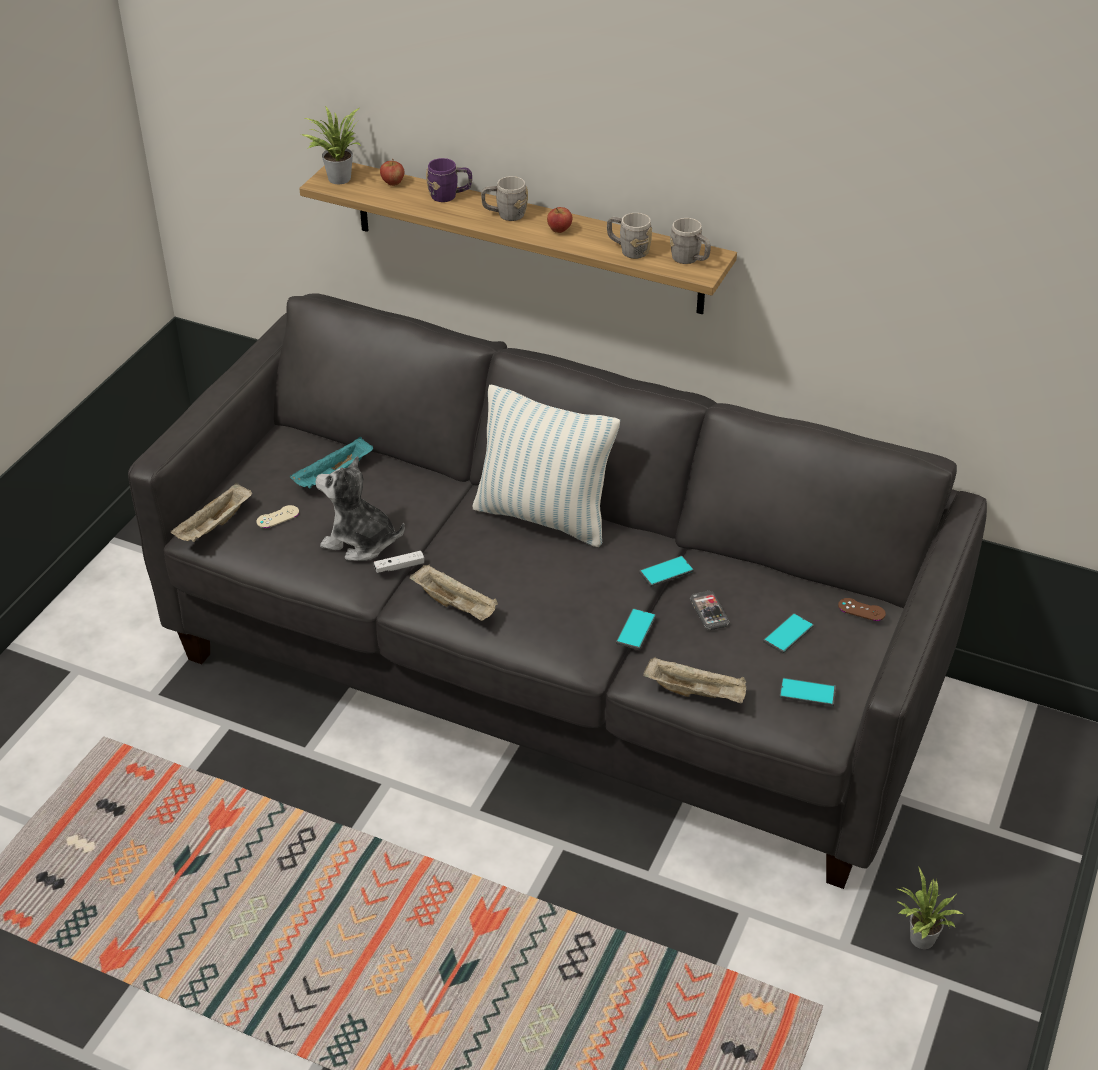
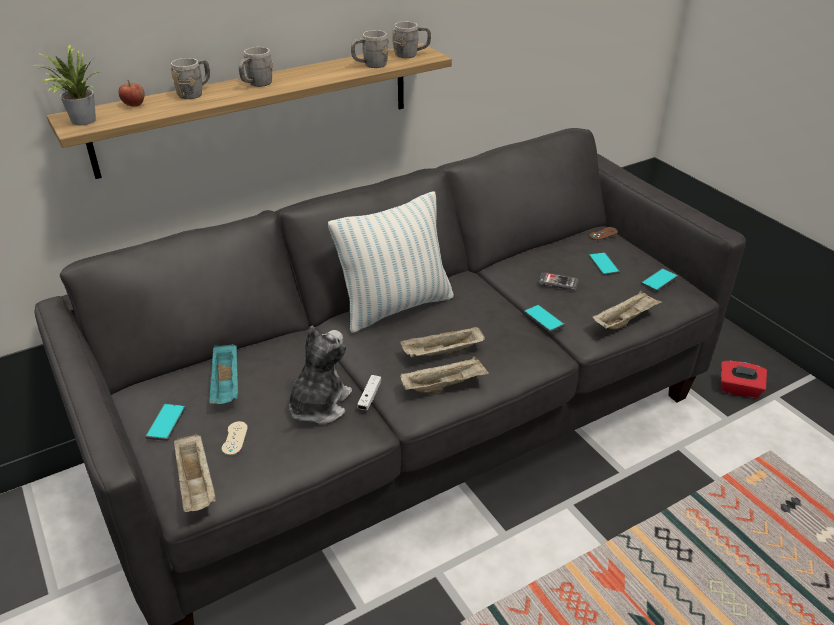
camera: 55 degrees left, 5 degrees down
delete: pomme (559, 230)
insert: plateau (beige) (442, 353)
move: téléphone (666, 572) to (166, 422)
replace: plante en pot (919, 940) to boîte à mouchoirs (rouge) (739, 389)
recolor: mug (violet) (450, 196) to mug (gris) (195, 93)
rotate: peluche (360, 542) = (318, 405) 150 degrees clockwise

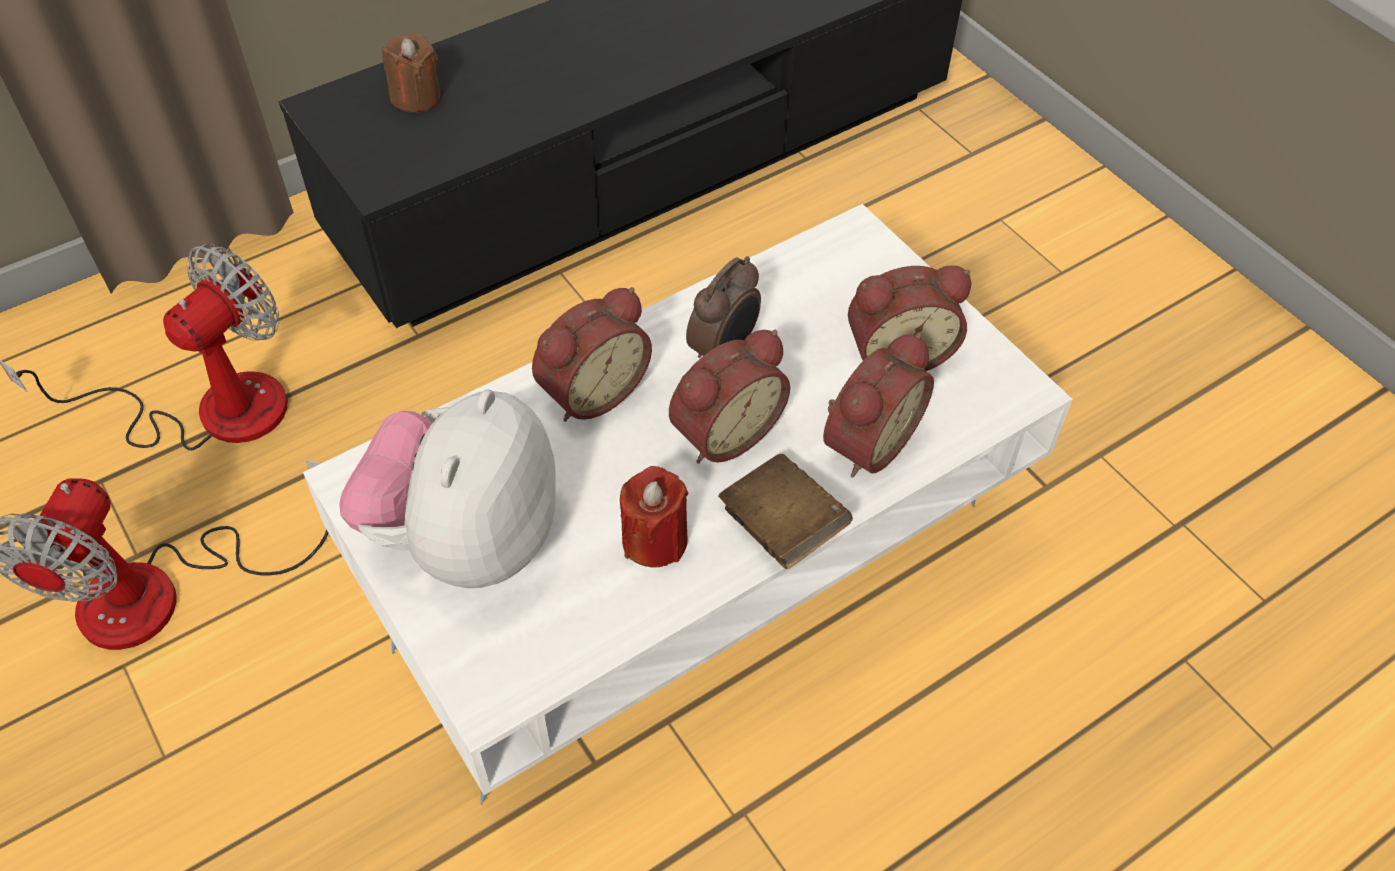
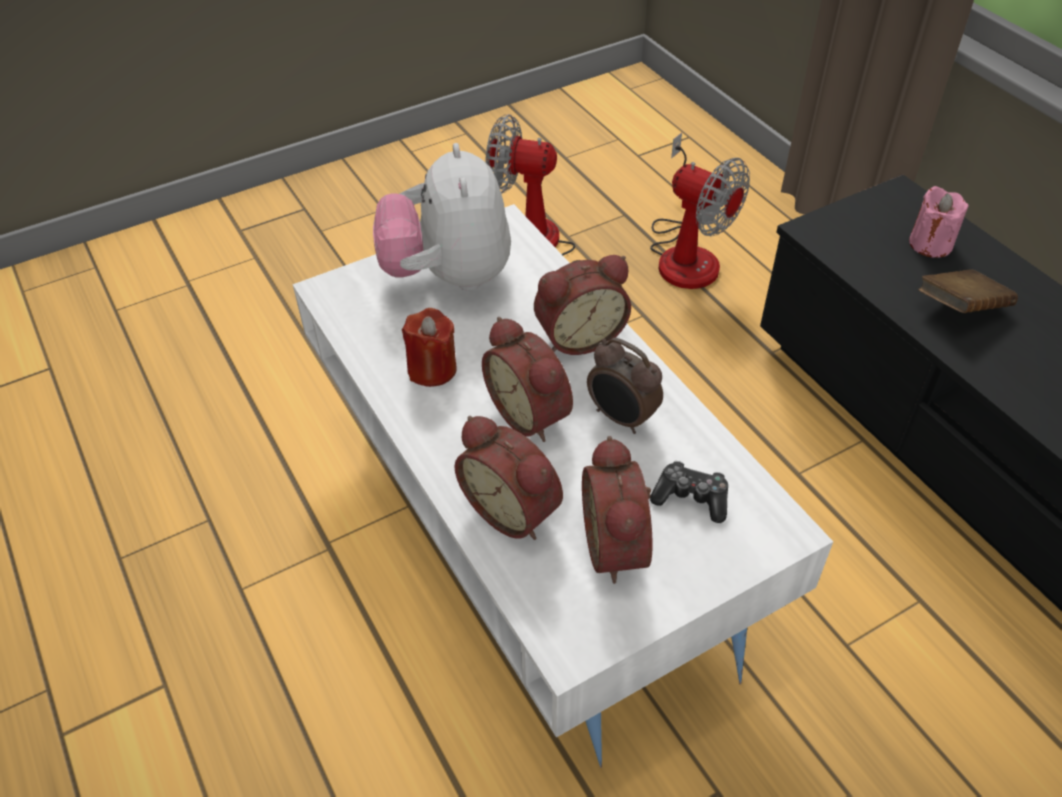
camera: 95 degrees right, 5 degrees down
insert: manette (691, 498)
move: livre (marron) (781, 527) to (960, 308)
recolor: bougie (marron) (416, 97) to bougie (rose) (930, 244)
rotate: peluche (466, 539) = (448, 276) 120 degrees counterclockwise; réveil (590, 390) = (578, 336) 75 degrees counterclockwise

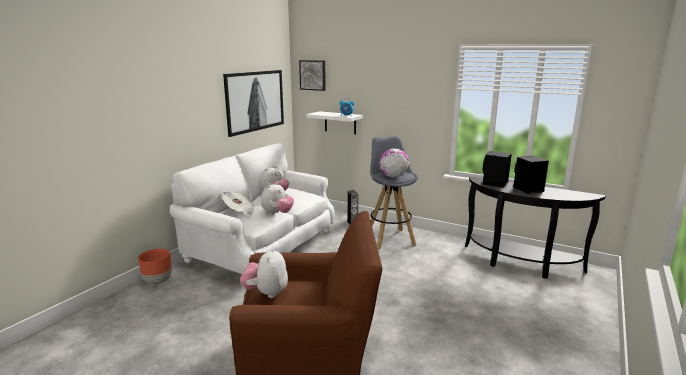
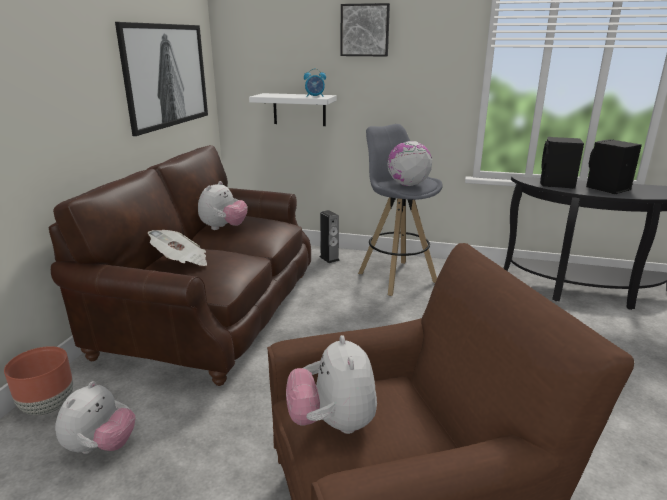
camera: 15 degrees left, 5 degrees up
move: peluche (277, 213) to (101, 446); tableau (313, 75) to (365, 30)
recolor: canapé (blanc) (263, 246) to canapé (marron) (212, 312)

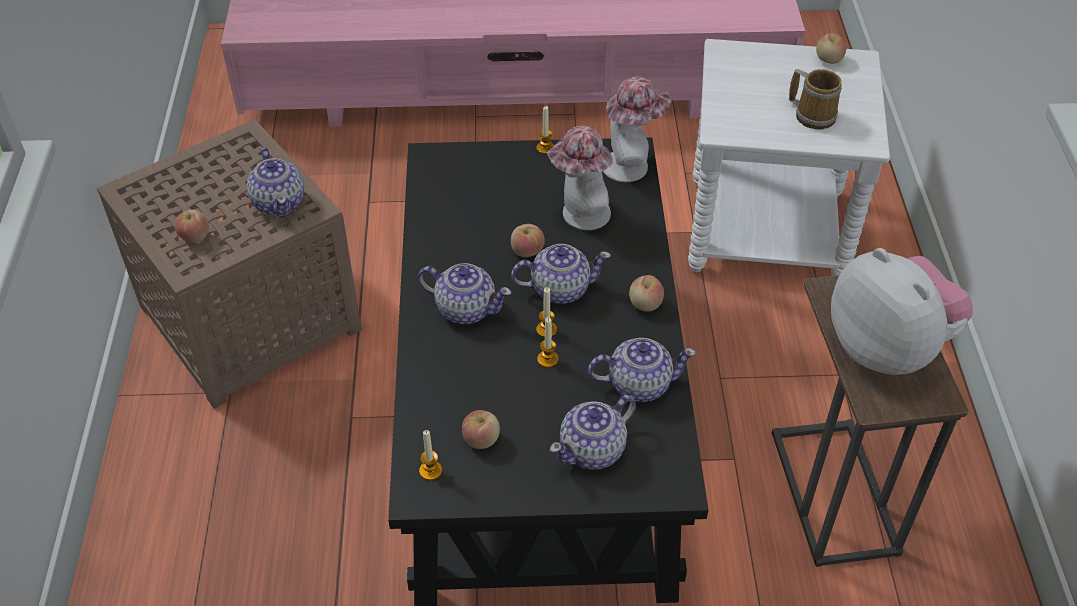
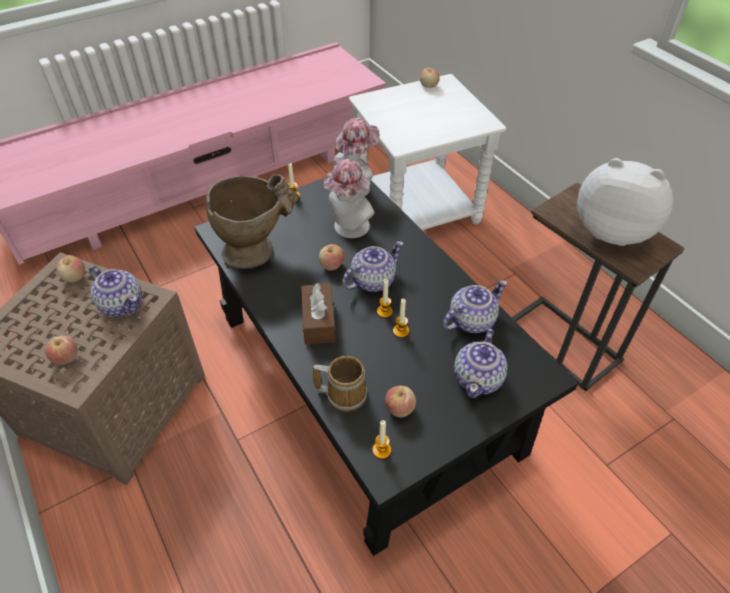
camera: 30 degrees left, 0 degrees up
insert: vase (beige) (257, 249)
move: pomme (645, 304) to (75, 277); mug (813, 114) to (344, 394)
replace: théière (465, 308) to boîte à mouchoirs (marron) (318, 321)

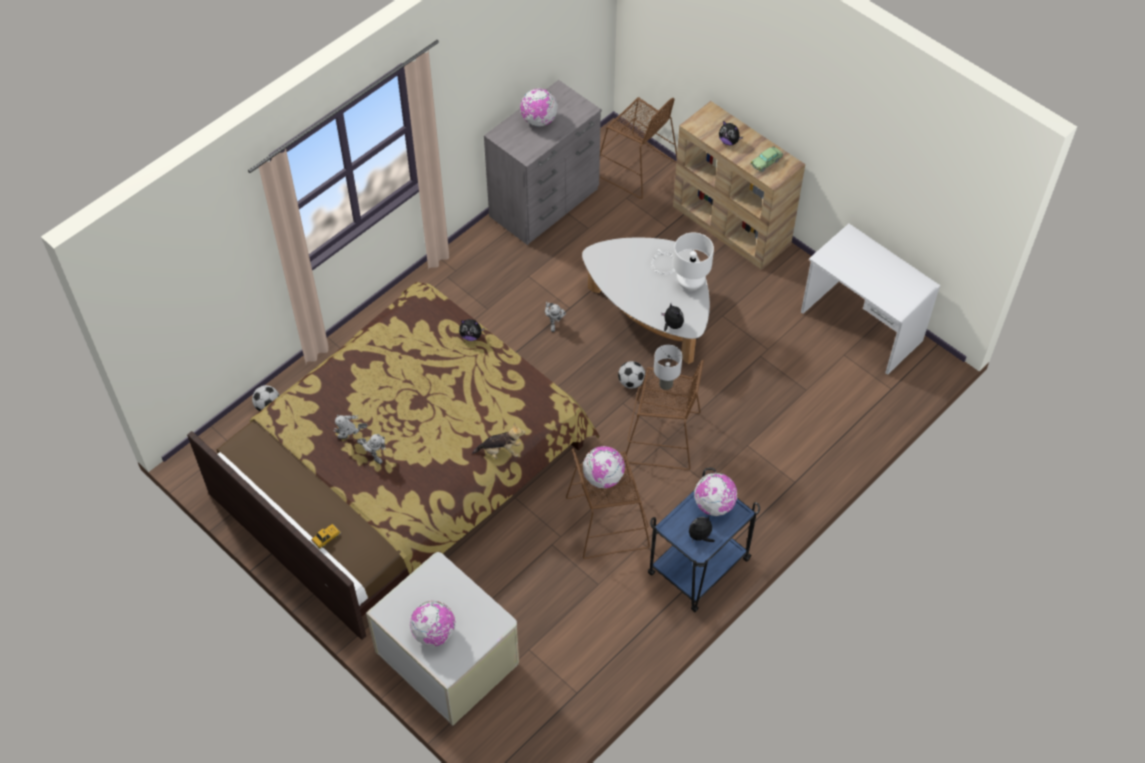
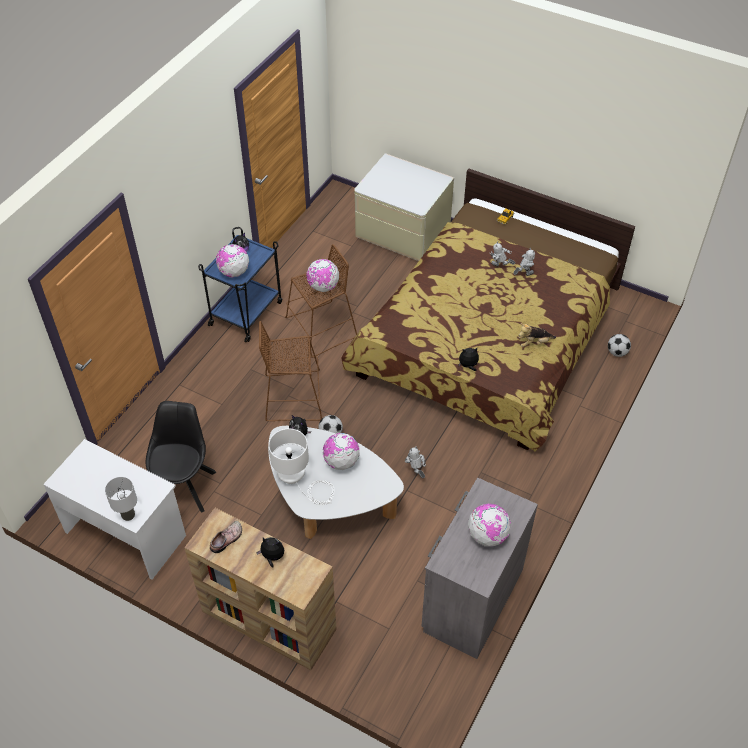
camera: 165 degrees right, 5 degrees down
delete: tabouret (marron) (635, 167)
insert: chaise (noir) (184, 486)
move: globe (434, 633) to (341, 462); peluche (500, 451) to (534, 343); lampe de table (blanc) (666, 384) to (128, 516)
replace: petite voiture (766, 162) to chaussure (227, 539)

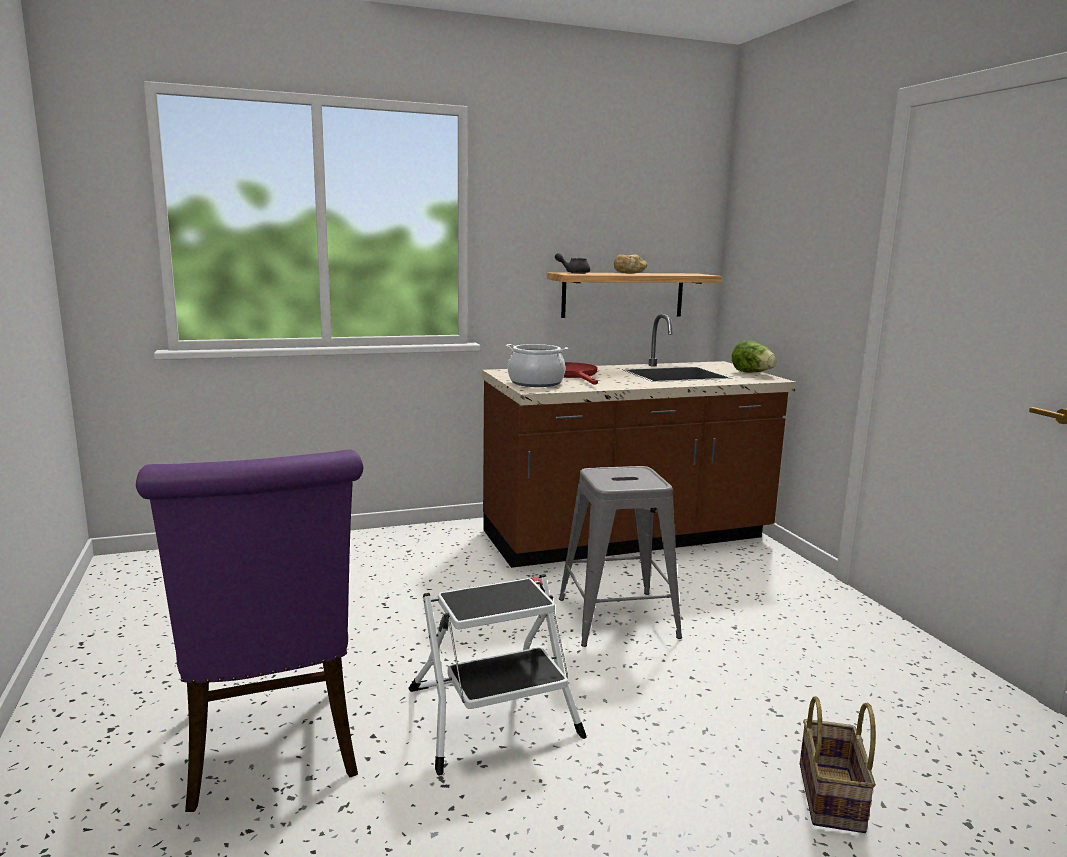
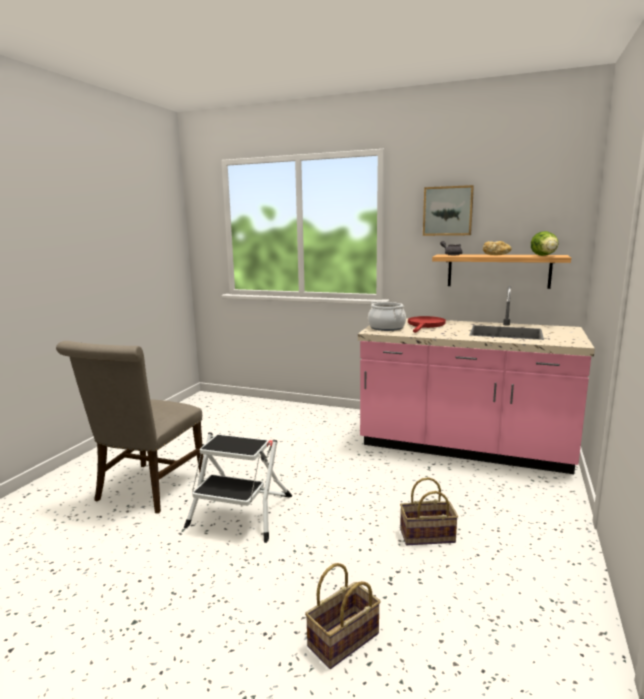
camera: 40 degrees right, 0 degrees up
delete: tabouret (gris) (617, 617)
insert: panier (426, 537); tableau (448, 211)
move: laitue (752, 373) to (545, 255)
recolor: chaise (violet) (272, 750) to chaise (beige) (147, 490); comptoir de cuisine (marron) (627, 537) to comptoir de cuisine (rose) (464, 447)

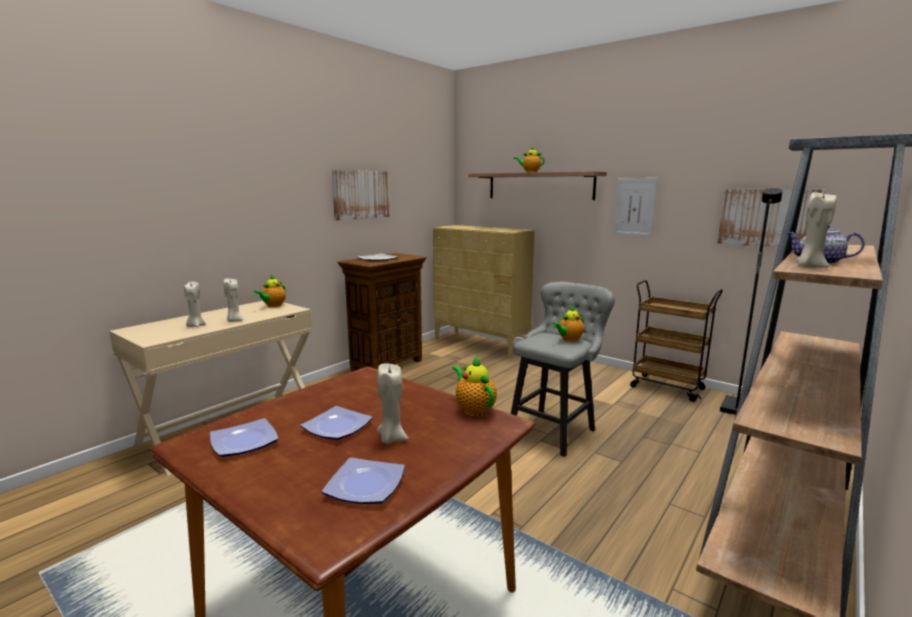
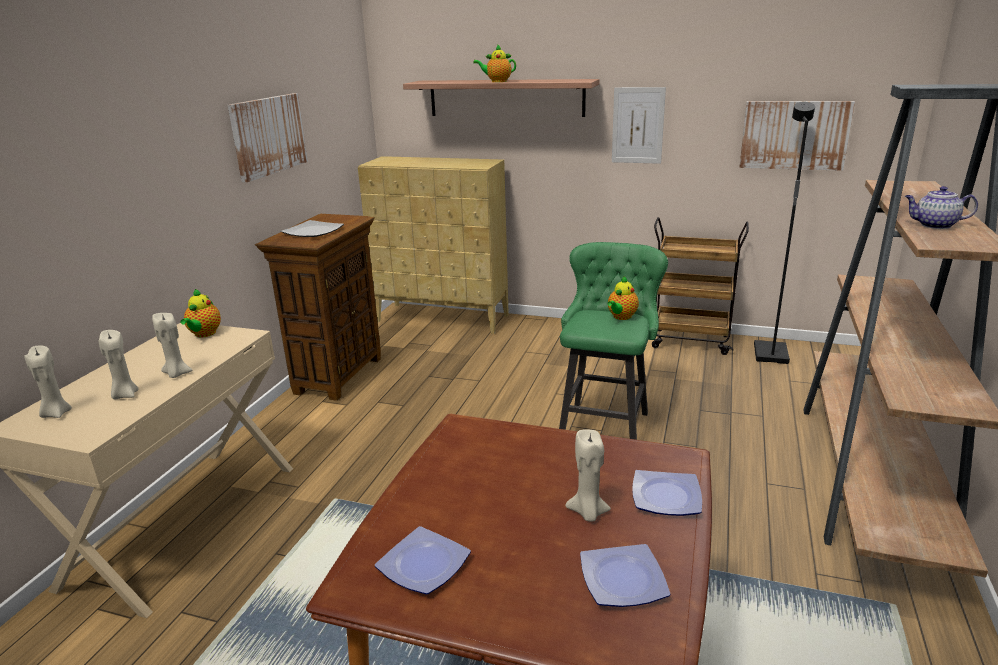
camera: 20 degrees left, 10 degrees up
delete: théière (474, 410)
move: assiette (335, 427) to (665, 497); bougie (beige) (809, 267) to (56, 413)
recolor: tabouret (gris) (556, 428) to tabouret (vert) (606, 421)

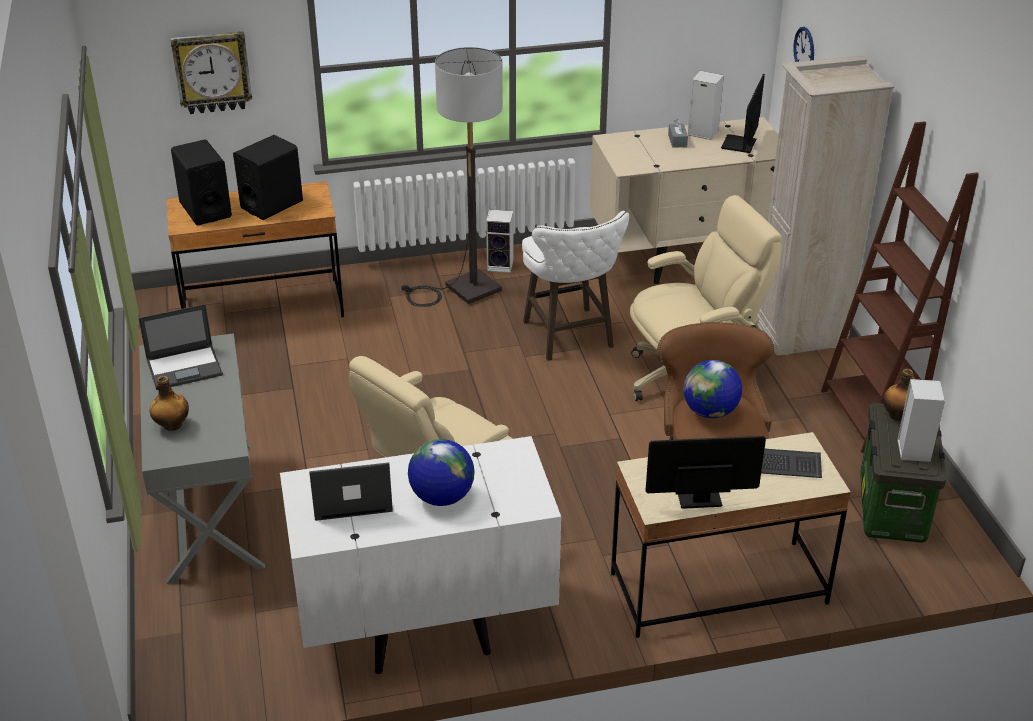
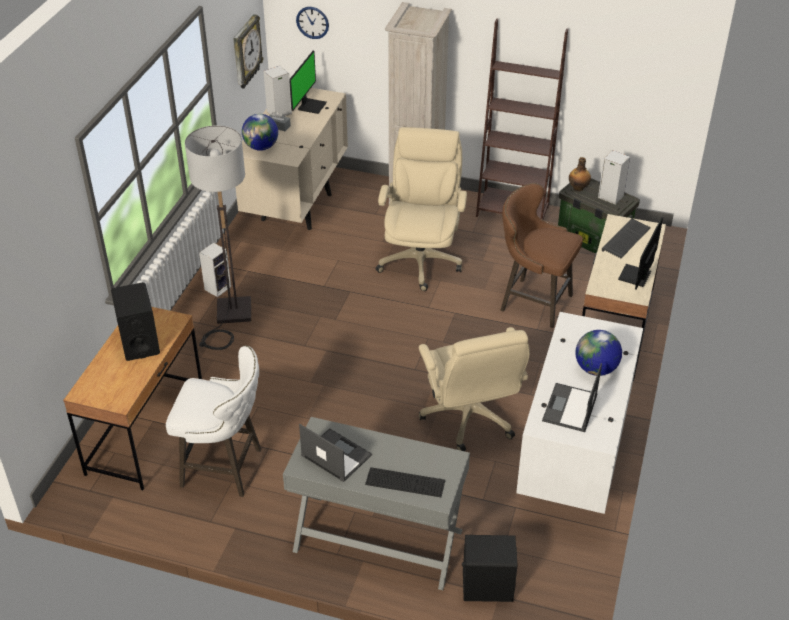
camera: 60 degrees left, 5 degrees up
move: horloge murale (212, 72) to (245, 52); enceinte (noir) (205, 210) to (487, 587); tabouret (blanc) (569, 337) to (225, 468); globe (710, 412) to (261, 147)
replace: bouteille (172, 425) to clavier (405, 482)
rotate: ordinateur portable (185, 367) = (335, 455) 60 degrees counterclockwise; écran d'ordinateur (740, 145) = (311, 106) 120 degrees counterclockwise

